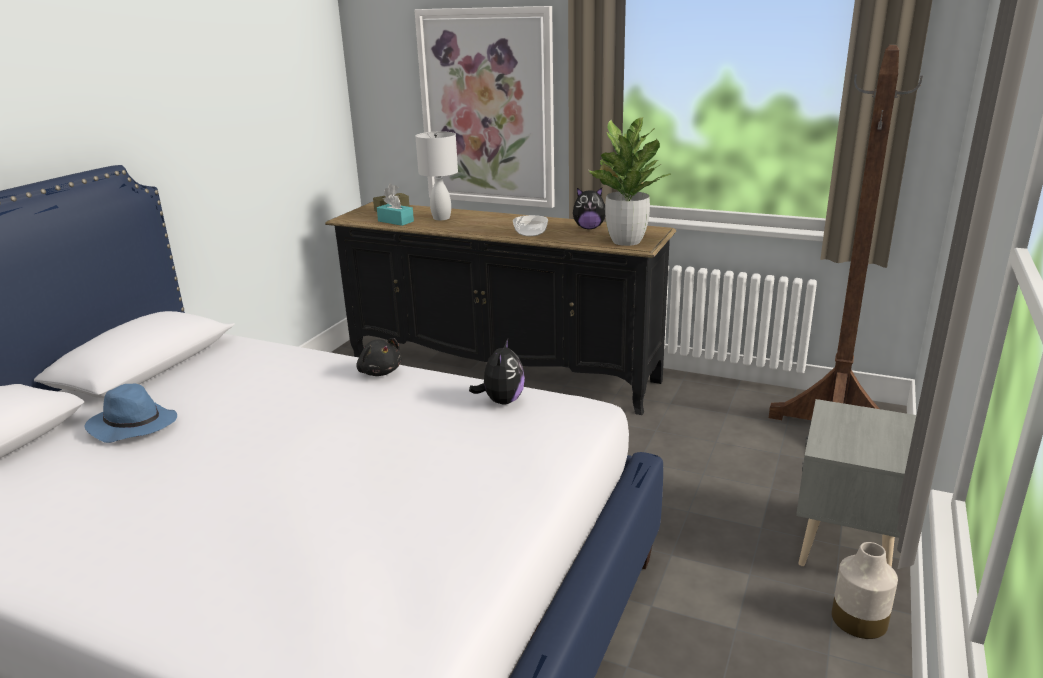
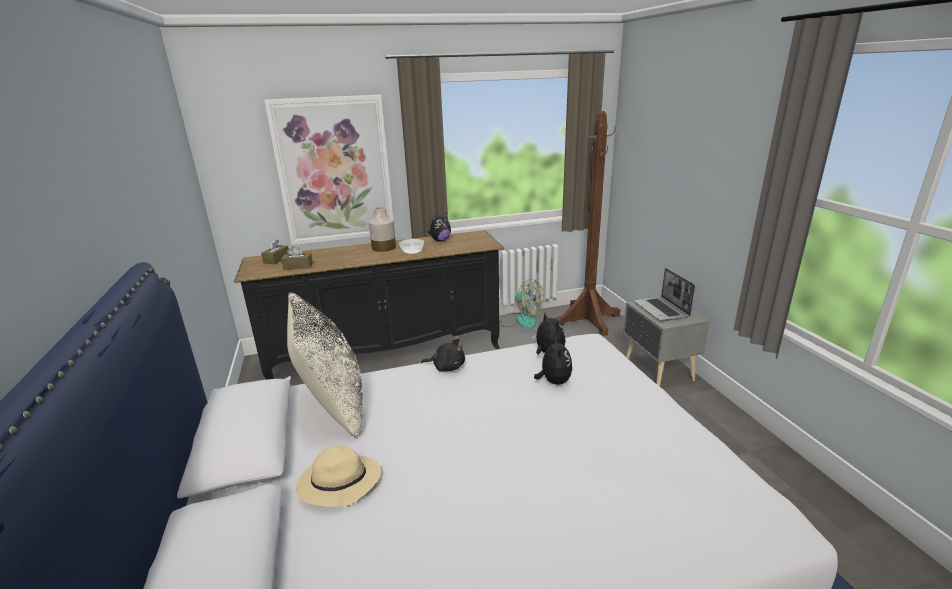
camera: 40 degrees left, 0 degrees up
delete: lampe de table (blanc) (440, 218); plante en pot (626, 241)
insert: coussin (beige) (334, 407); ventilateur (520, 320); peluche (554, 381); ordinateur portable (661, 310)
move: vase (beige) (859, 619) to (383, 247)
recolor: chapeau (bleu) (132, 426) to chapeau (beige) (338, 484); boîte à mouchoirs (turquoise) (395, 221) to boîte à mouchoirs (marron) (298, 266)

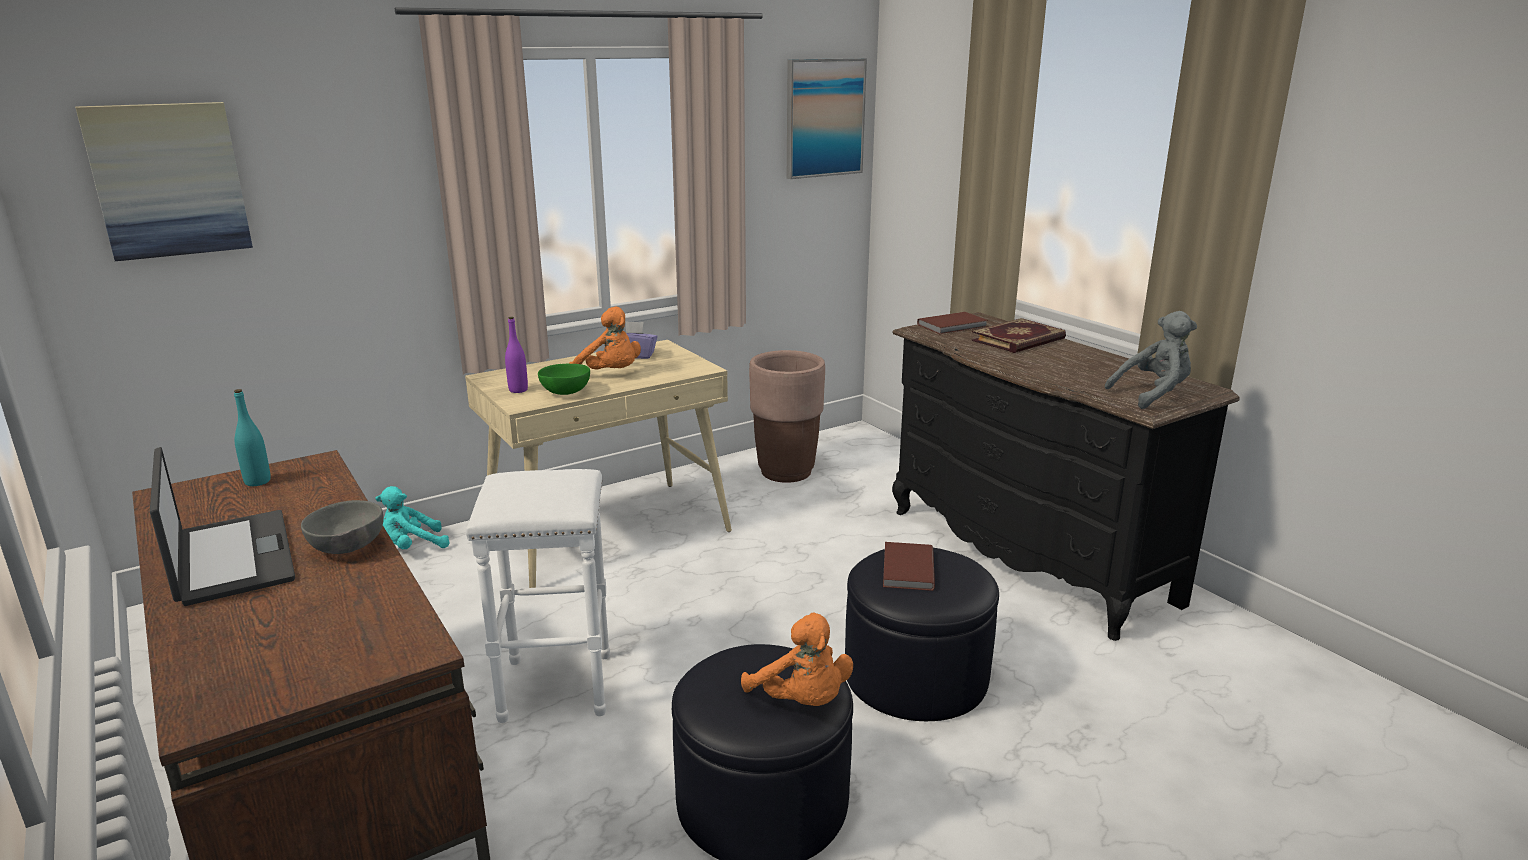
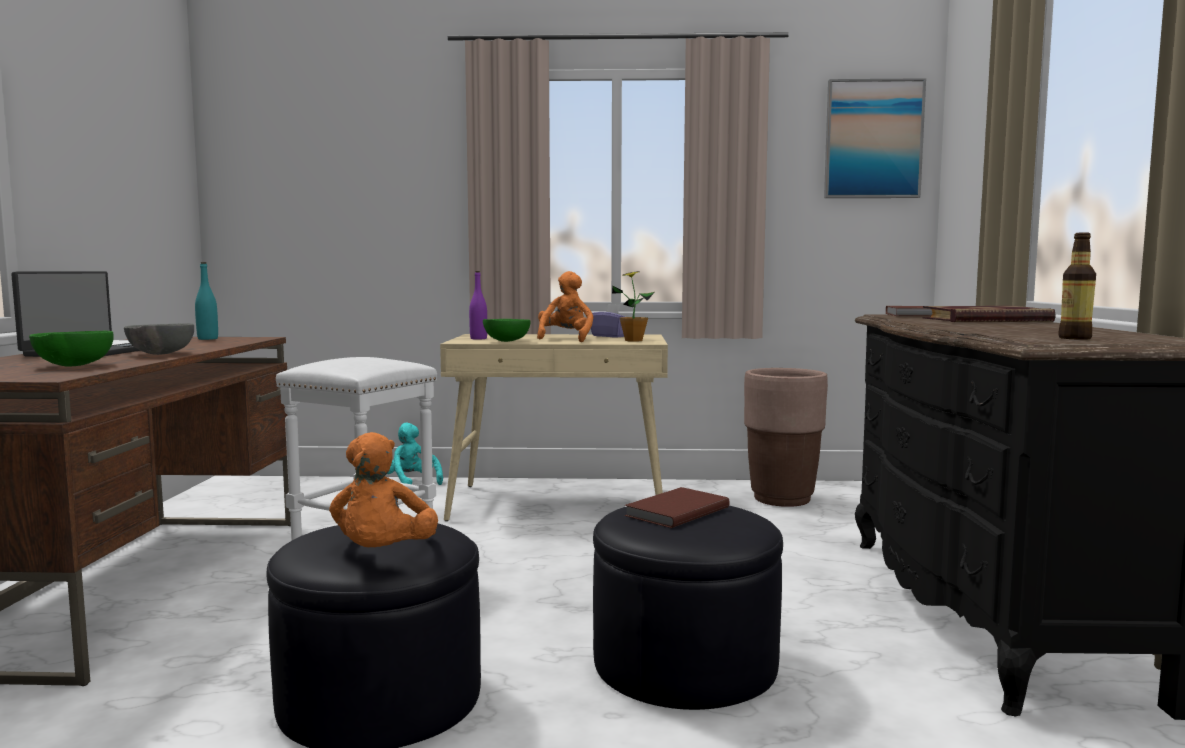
camera: 35 degrees right, 15 degrees down
delete: tableau (168, 180)
insert: bol (vert) (72, 366); plante en pot (633, 340)
replace: peluche (gris) (1153, 395) to bouteille (1075, 338)
rotate: peluche (turquoise) (412, 547) = (411, 482) 45 degrees clockwise; peluche (orange) (610, 374) = (565, 339) 150 degrees counterclockwise

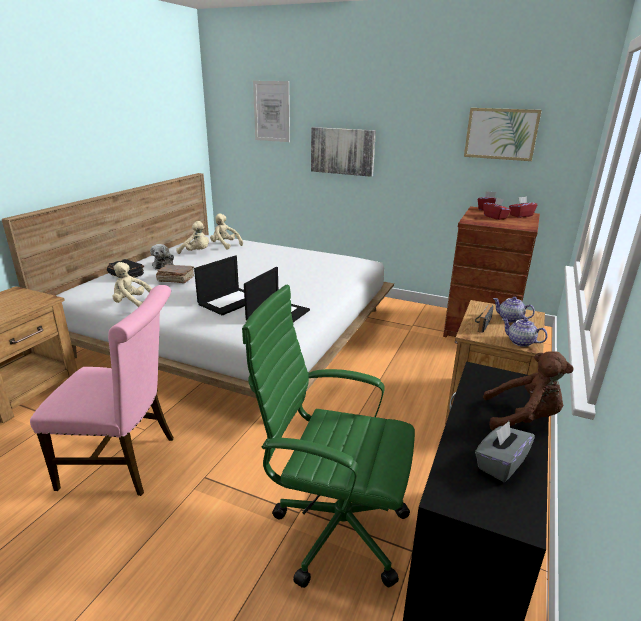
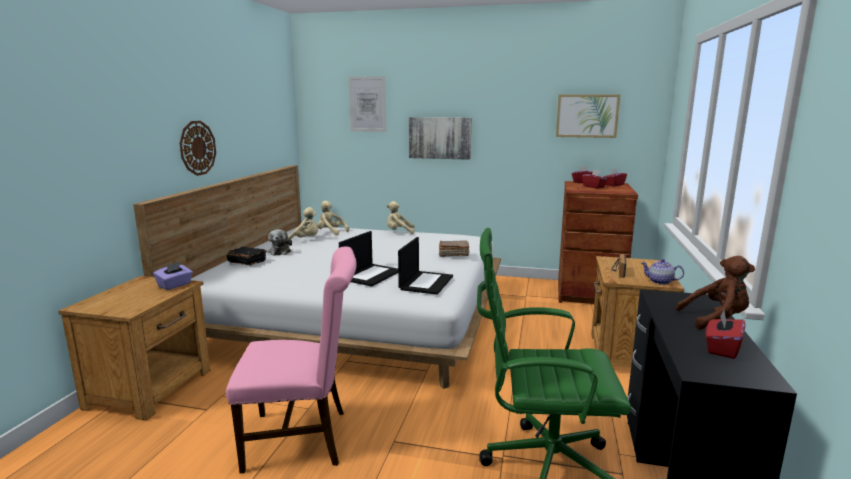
camera: 10 degrees left, 10 degrees down
delete: théière (510, 319)
insert: boîte à mouchoirs (violet) (175, 285); horloge murale (197, 148)
move: peluche (beige) (132, 303) to (399, 232); livre (marron) (175, 280) to (453, 254)
recolor: boîte à mouchoirs (gris) (500, 464) to boîte à mouchoirs (rouge) (722, 348)

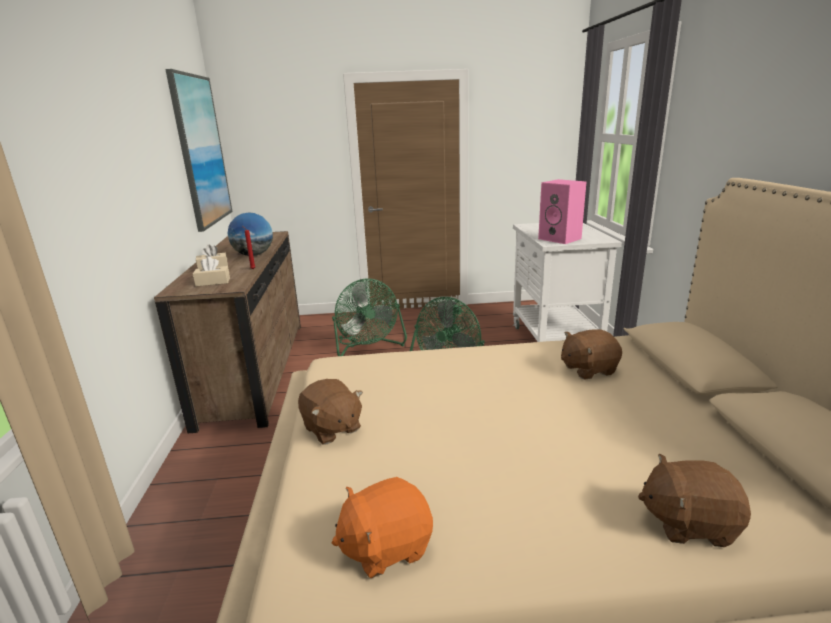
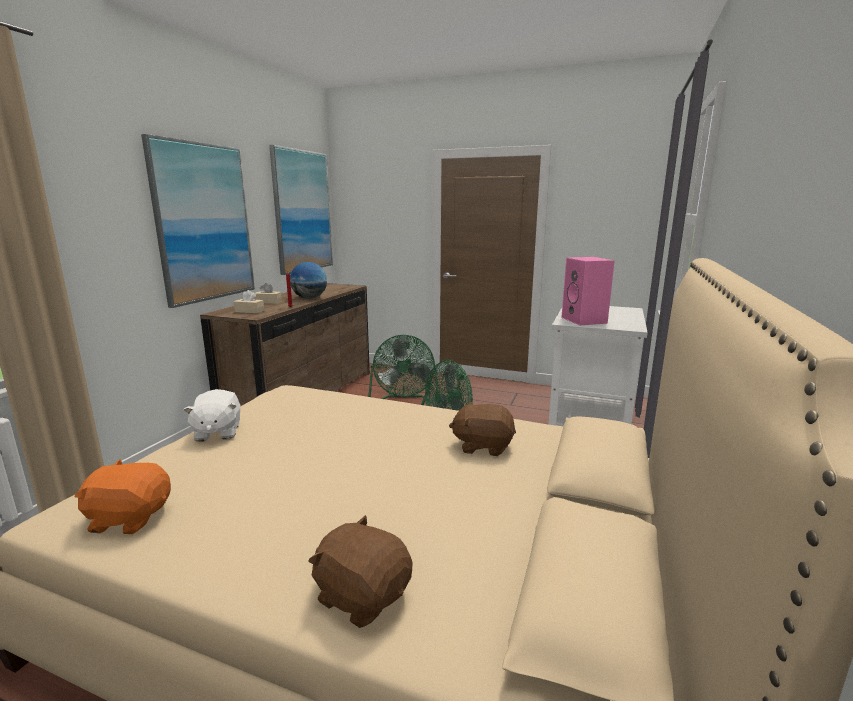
camera: 25 degrees right, 5 degrees down
insert: tableau (204, 223)
recolor: peluche (marron) (331, 428) to peluche (blanc) (217, 432)

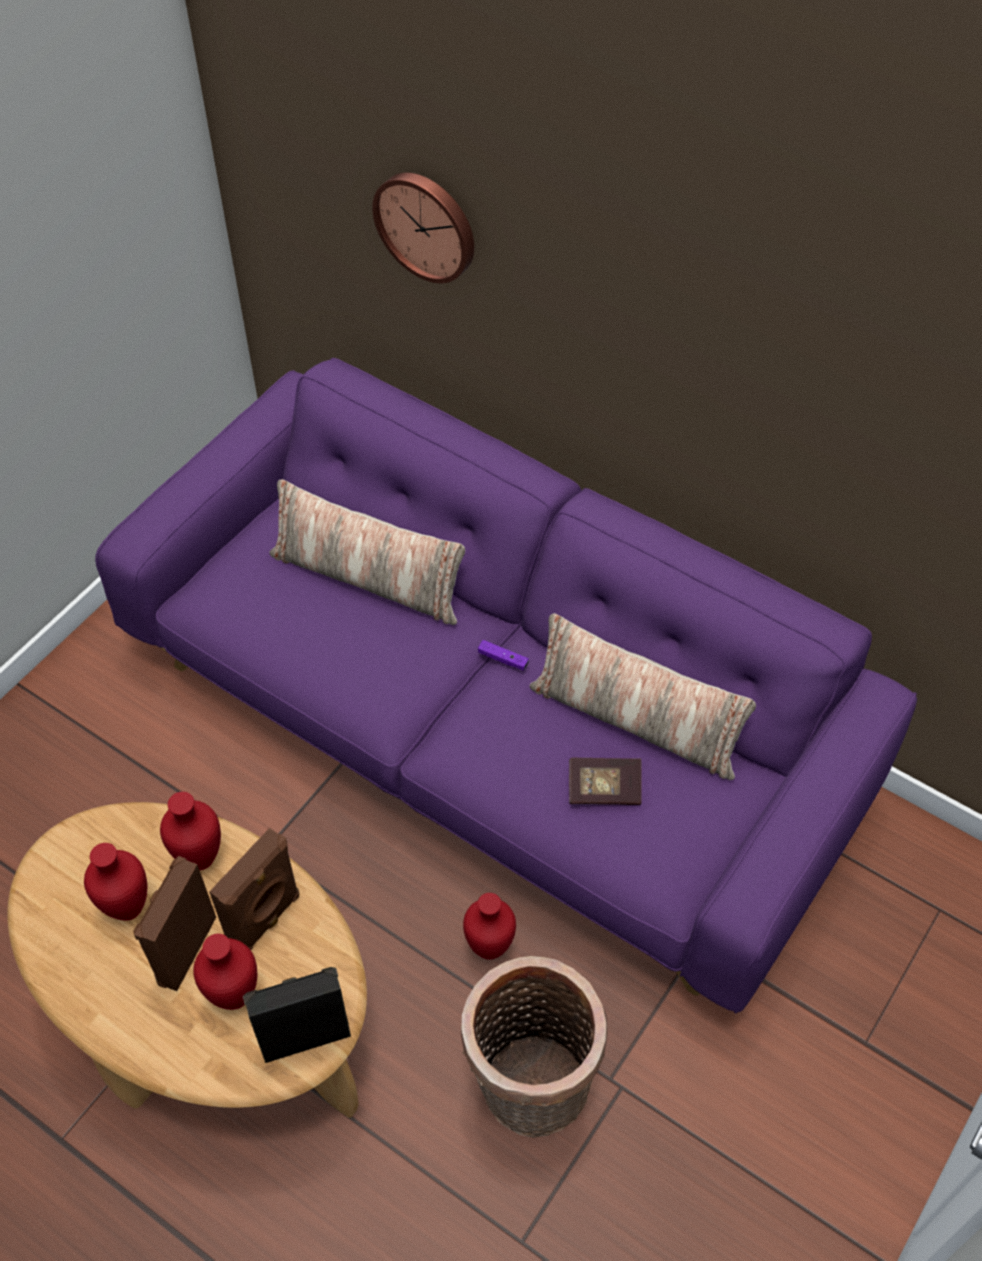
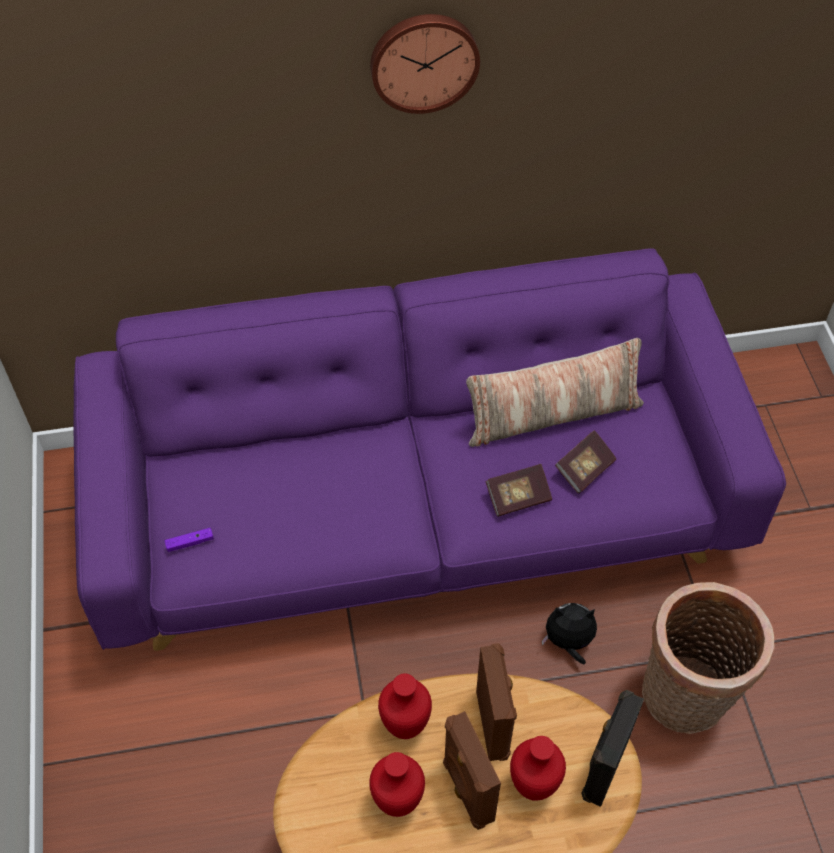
camera: 45 degrees left, 0 degrees up
delete: coussin (368, 578)
insert: livre (518, 497)
move: horloge murale (427, 225) to (424, 61); manette (violet) (503, 659) to (190, 543)
replace: vase (rouge) (487, 948) to peluche (568, 642)

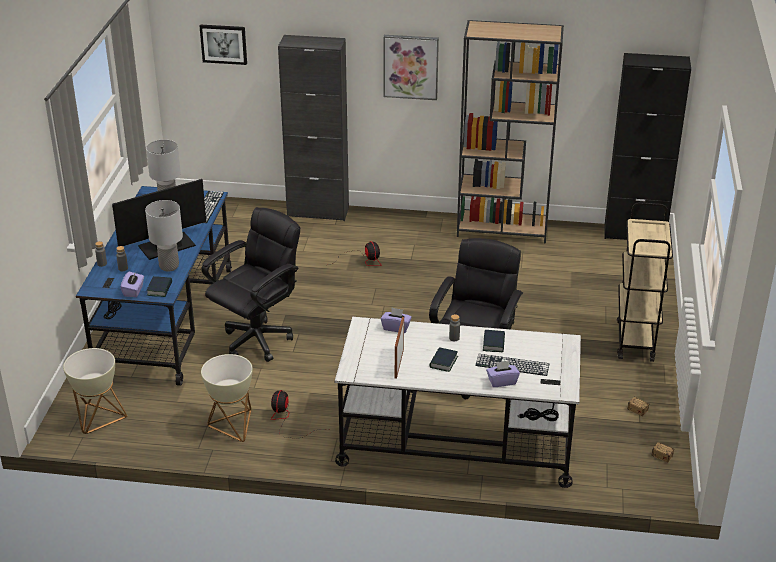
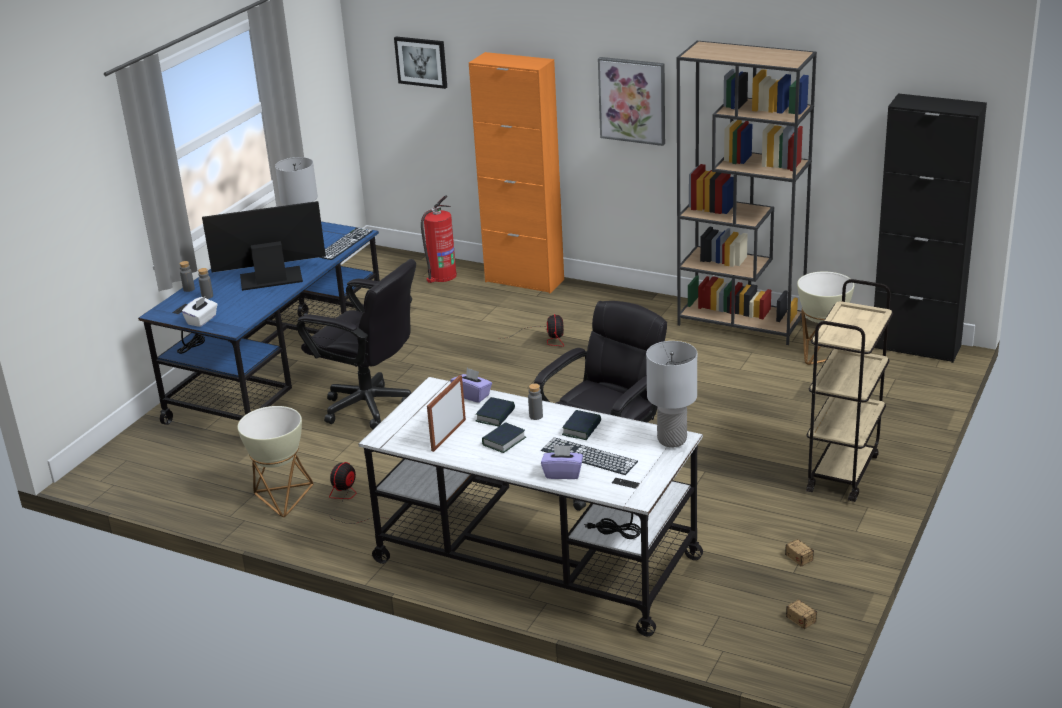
camera: 20 degrees right, 5 degrees down
insert: extincteur (441, 276)
move: cache-pot (98, 419) to (821, 354); lampe de table (gris) (169, 268) to (671, 442); livre (160, 289) to (495, 415)
recolor: boîte à mouchoirs (violet) (133, 291) to boîte à mouchoirs (blanc) (202, 320); meuble de rangement (noir) (318, 212) to meuble de rangement (orange) (524, 280)
rotate: chaise de bureau (noir) (259, 339) = (372, 408) 60 degrees clockwise

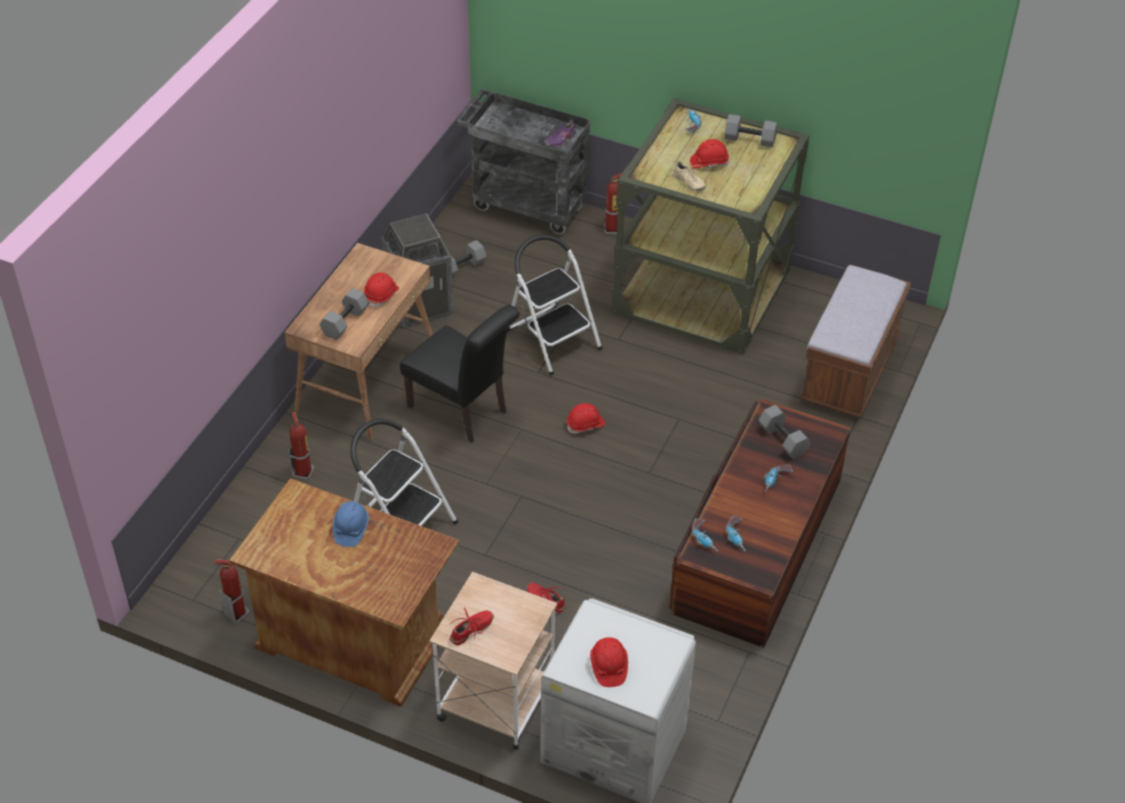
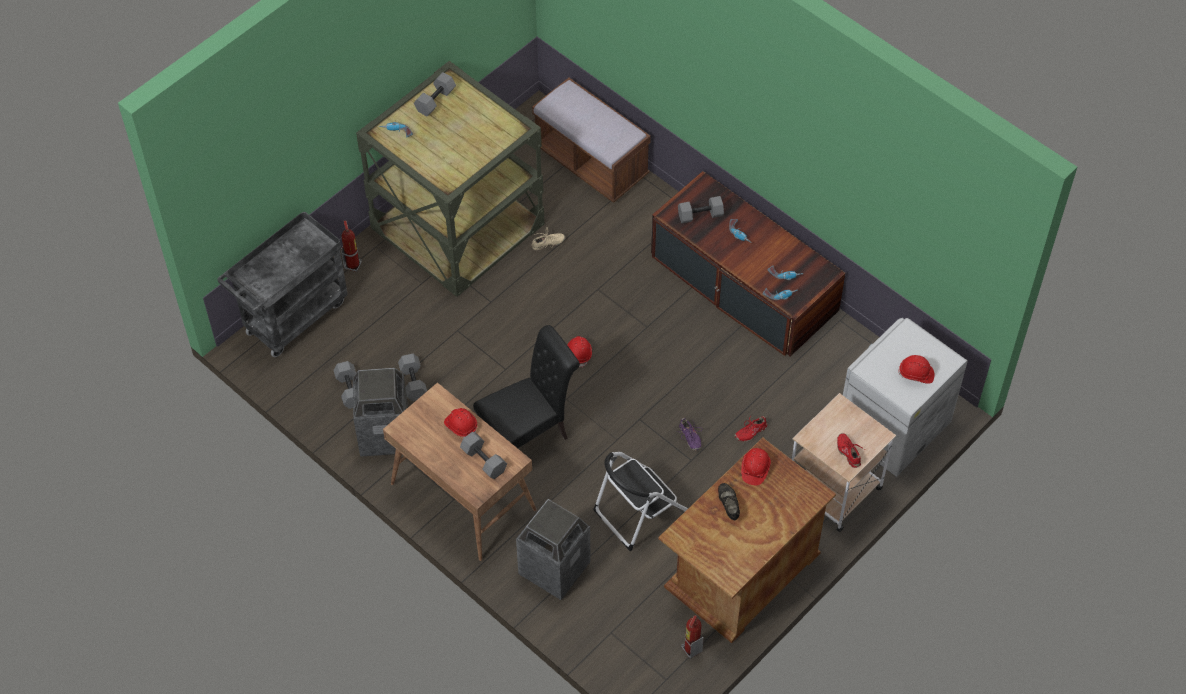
camera: 70 degrees left, 10 degrees up
delete: escabeau (551, 338)
insert: haltère (gris) (412, 382)
move: chaussure (violet) (560, 140) to (689, 437); chaussure (beige) (688, 182) to (548, 243); casque de chantier (rouge) (709, 162) to (755, 469)
replace: extincteur (303, 472) to poubelle (554, 569); casque de chantier (bleu) (350, 529) to chaussure (noir) (728, 506)

